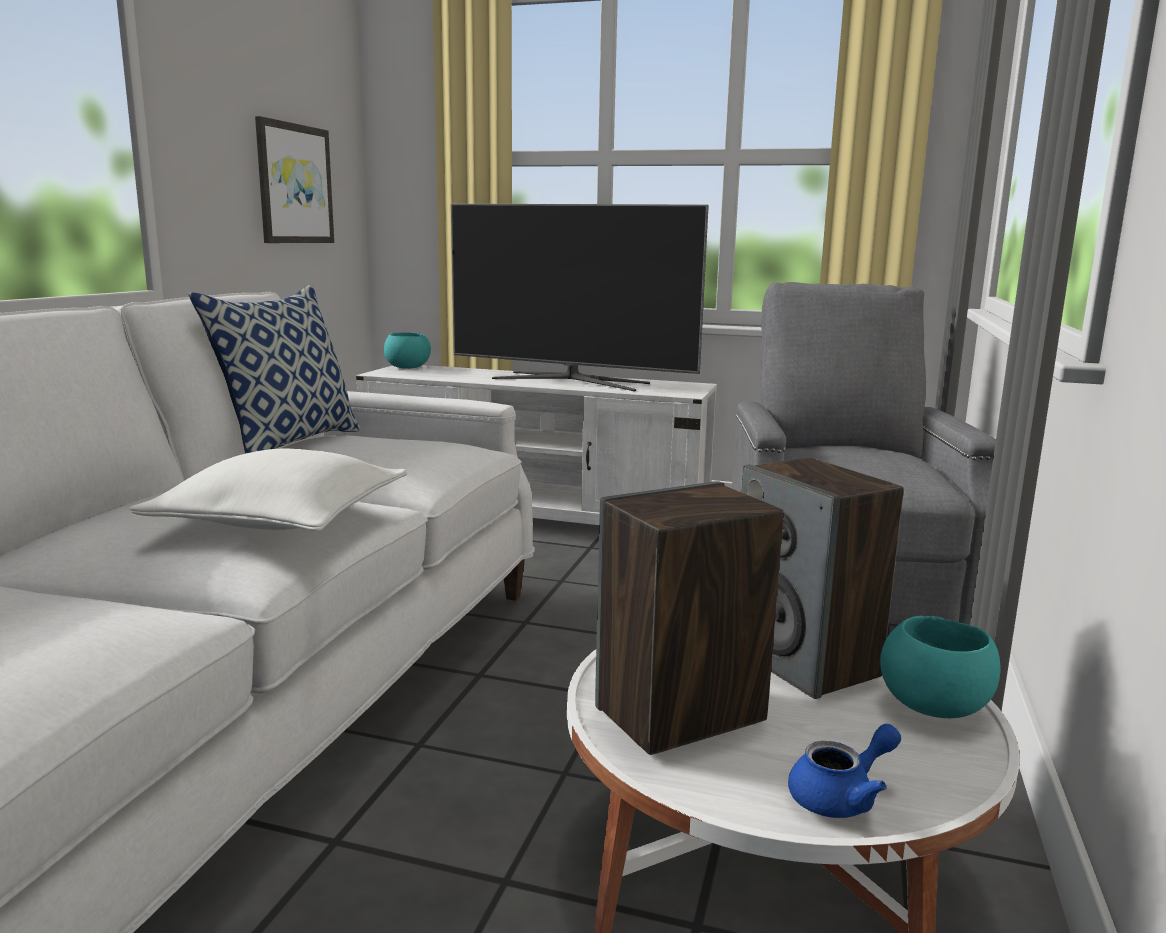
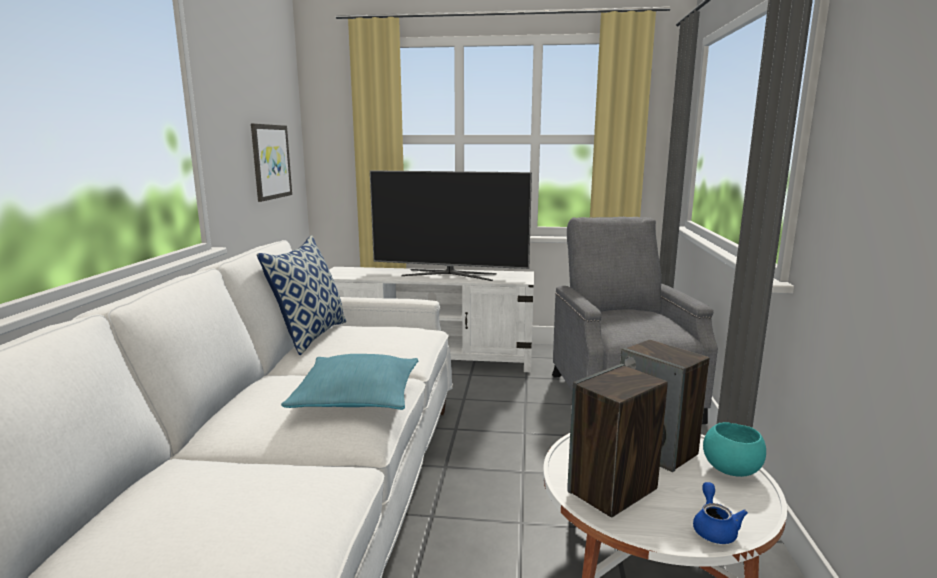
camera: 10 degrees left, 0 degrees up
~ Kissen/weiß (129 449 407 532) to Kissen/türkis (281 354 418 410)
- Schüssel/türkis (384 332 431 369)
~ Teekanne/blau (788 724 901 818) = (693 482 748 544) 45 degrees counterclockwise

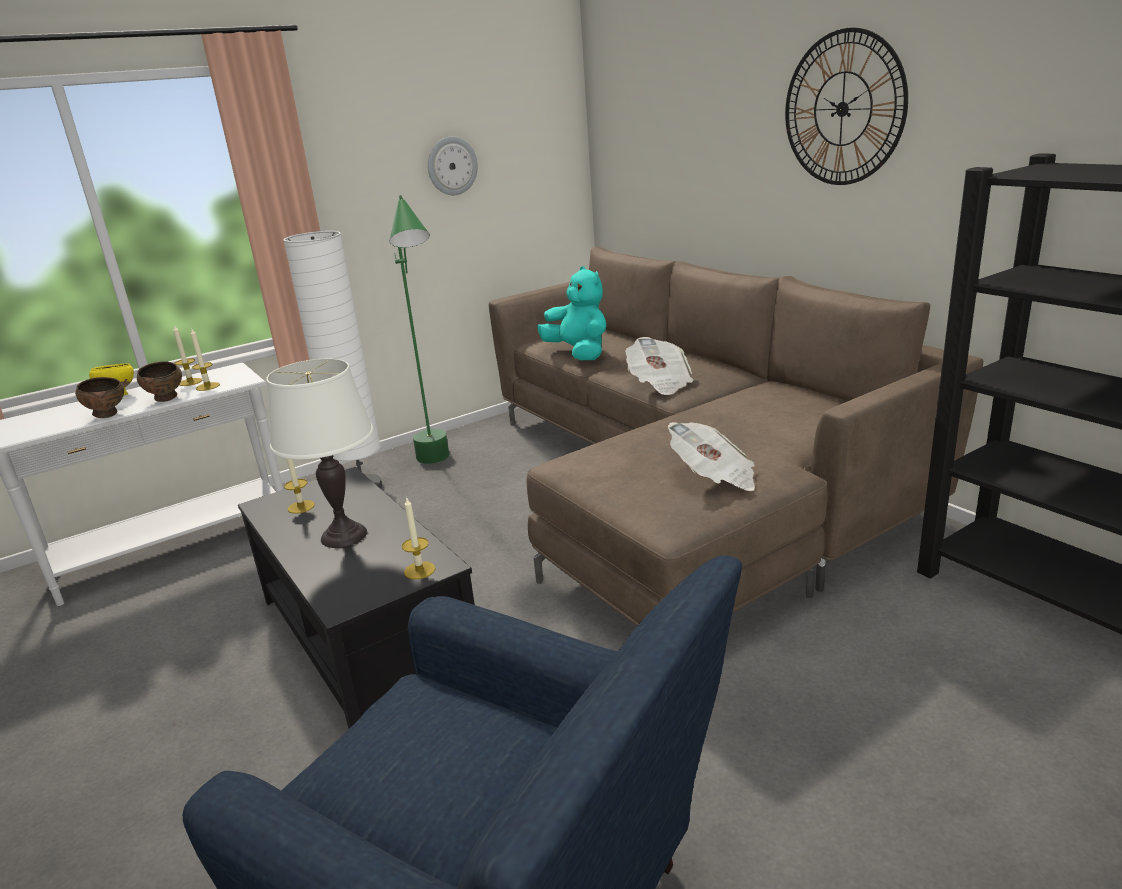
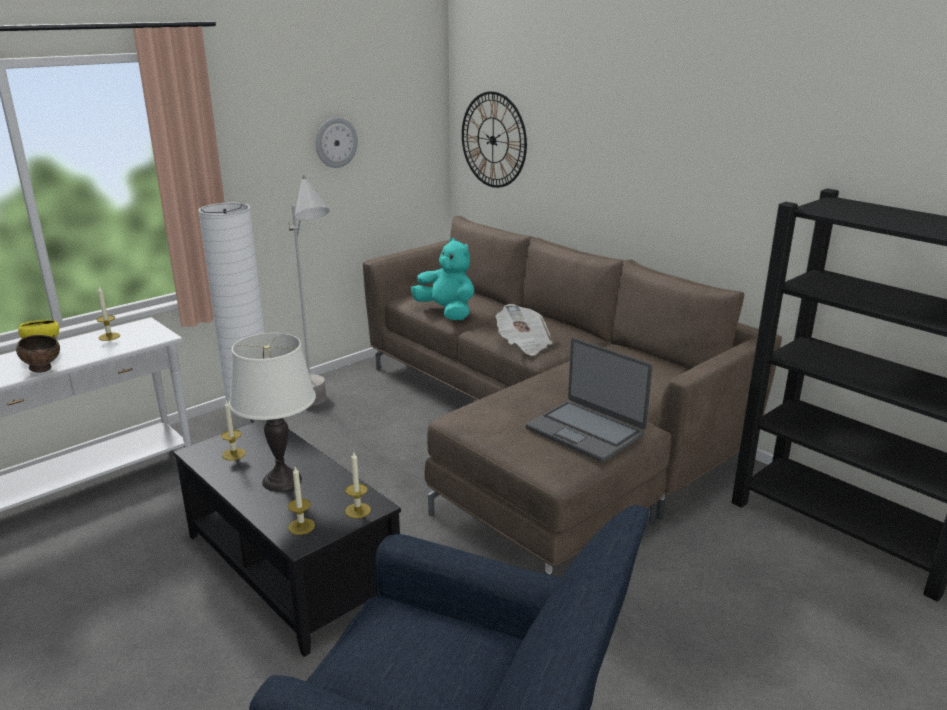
camera: 10 degrees left, 0 degrees up
- Schüssel/braun (137 361 182 402)
~ Kerze (191 327 220 391) to (288 467 315 535)
~ Stehlampe/grün (389 195 449 464) to Stehlampe/grau (288 175 330 406)
~ Zeitung (668 422 755 491) to Laptop (526 338 652 462)
~ Wanduhr (785 28 908 185) to (462 91 527 188)

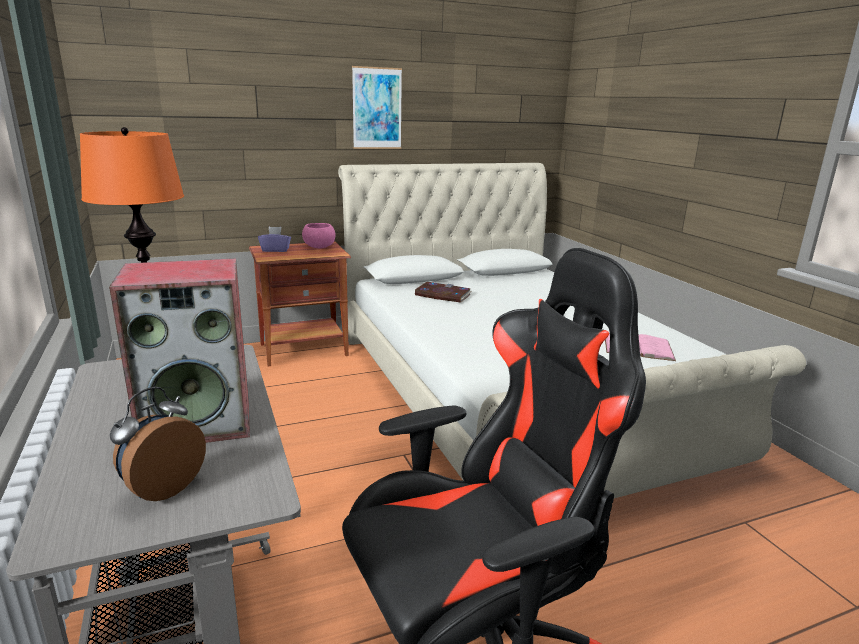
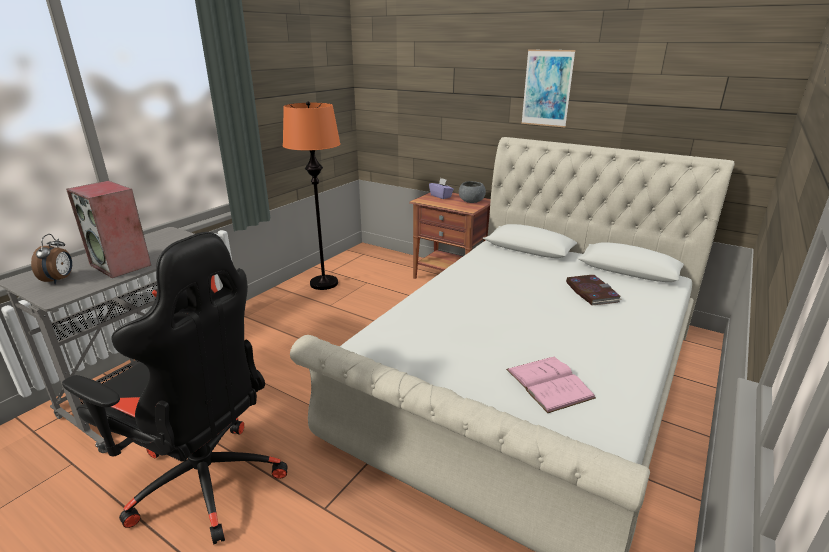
camera: 55 degrees right, 5 degrees up
~ Wecker (110 387 206 501) = (31 234 72 284) 90 degrees clockwise
~ Schüssel/rosa (302 223 335 248) to Schüssel/grau (459 181 486 203)
~ Buch (414 282 471 302) to (566 275 622 306)

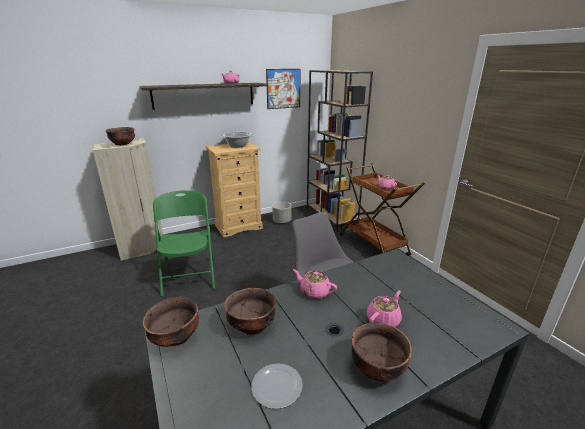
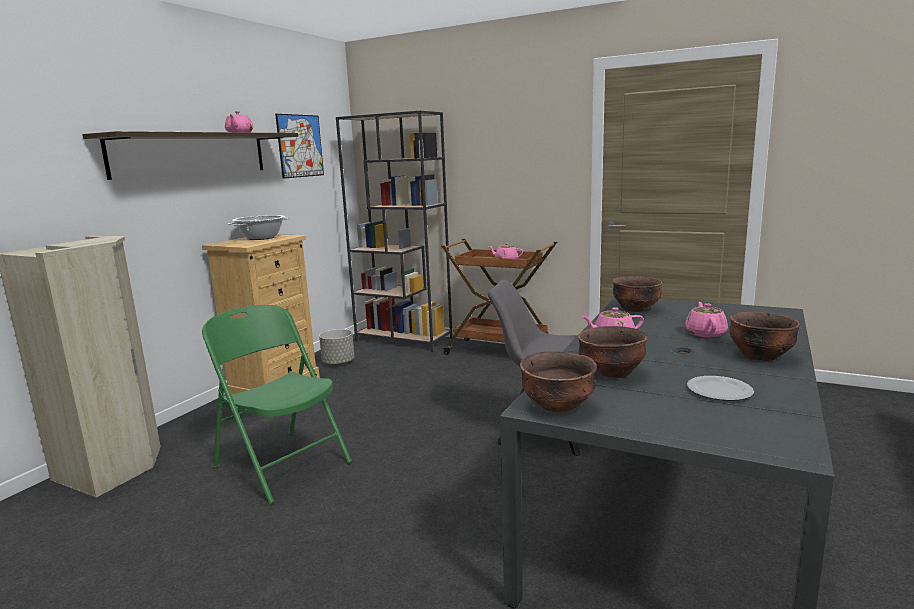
camera: 35 degrees left, 10 degrees down
~ Schüssel/braun (106 127 135 145) to (612 276 662 312)

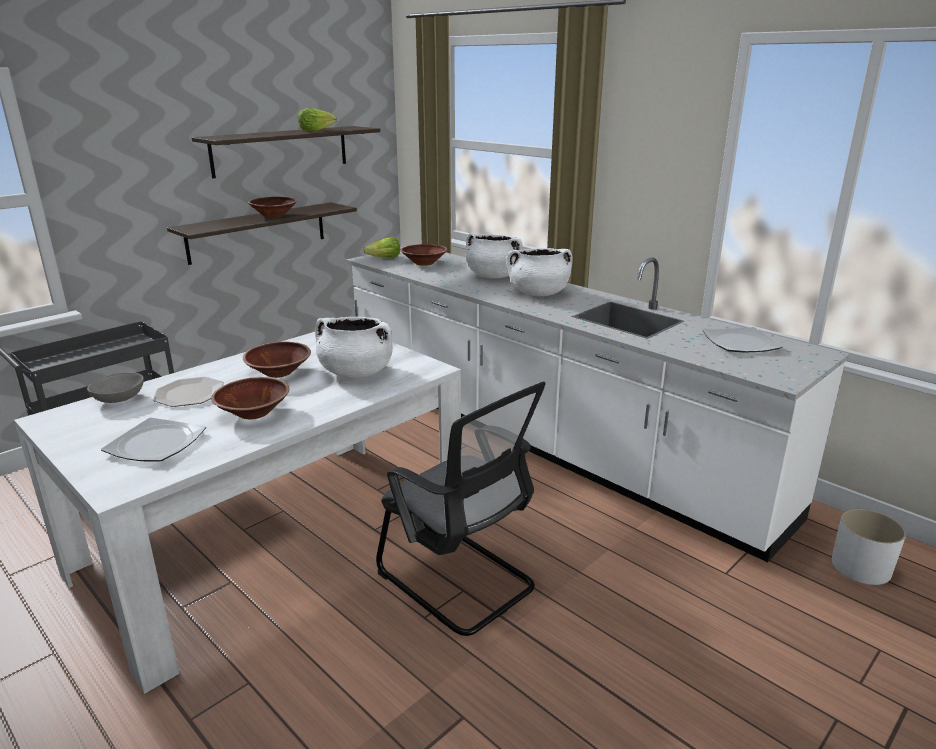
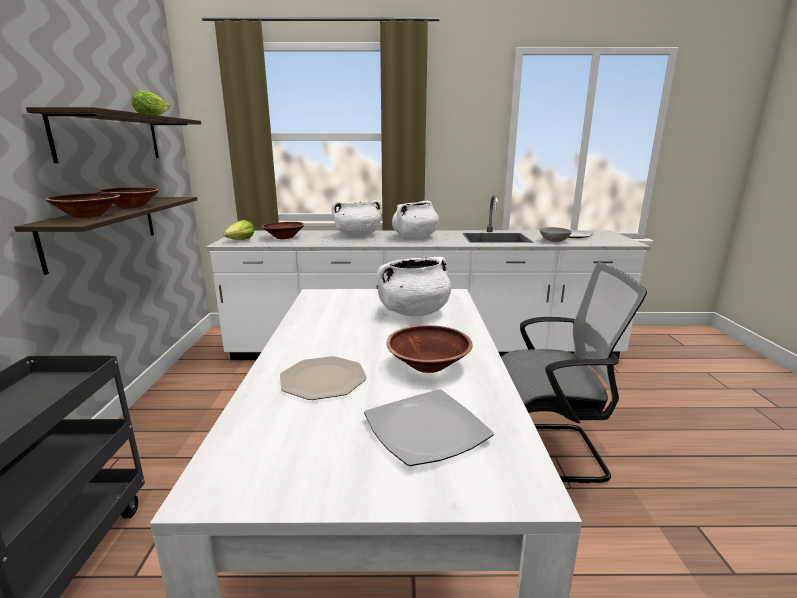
camera: 45 degrees left, 5 degrees down
~ Schüssel/grau (87 373 144 403) to (540 227 572 242)
~ Schüssel/braun (243 342 311 378) to (45 193 120 218)
- Pflanzkübel/weiß (832 509 906 585)

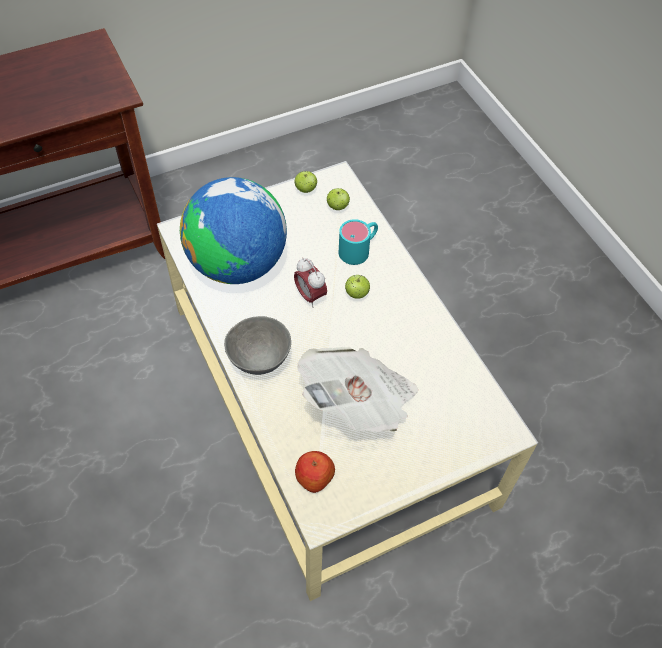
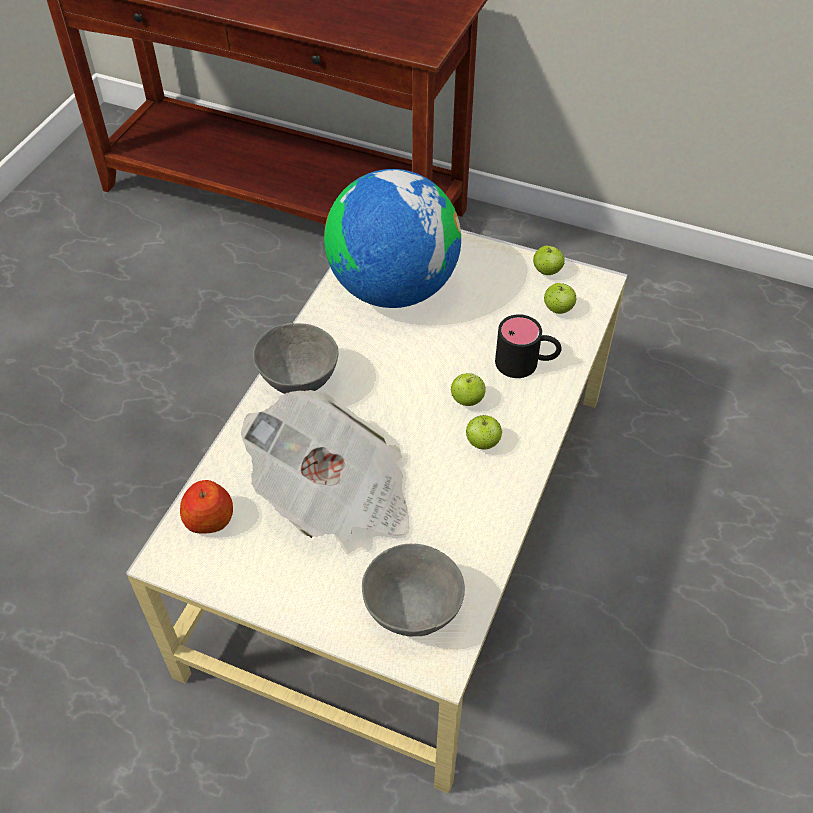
camera: 50 degrees right, 5 degrees down
- Wecker (294 258 327 308)
~ Henkelbecher/türkis (339 219 378 265) to Henkelbecher/schwarz (495 314 561 378)
+ Schüssel/grau (362 544 465 636)
+ Apfel (466 415 502 449)

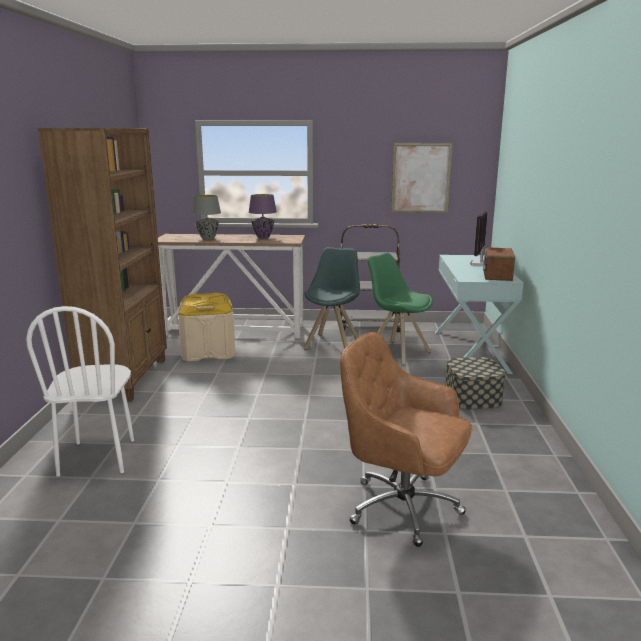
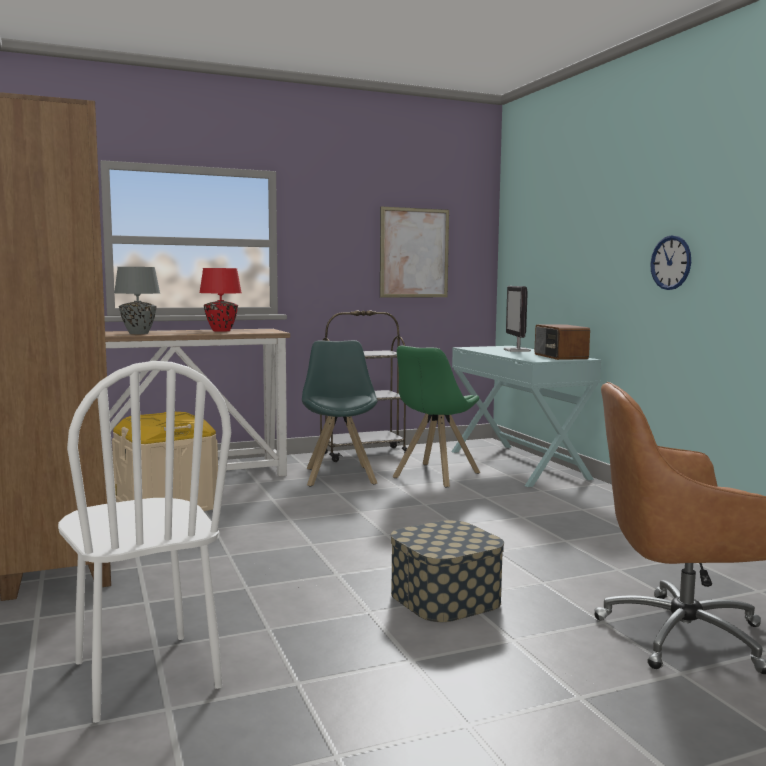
camera: 25 degrees left, 10 degrees down
~ Tischlampe/lila (249 194 277 239) to Tischlampe/rot (200 268 242 332)
~ Stuhl/grün (367 253 433 365) = (393 346 480 487) 75 degrees counterclockwise
~ Aufbewahrungsbox (445 357 506 409) to (391 520 504 622)
+ Wanduhr (650 235 691 290)

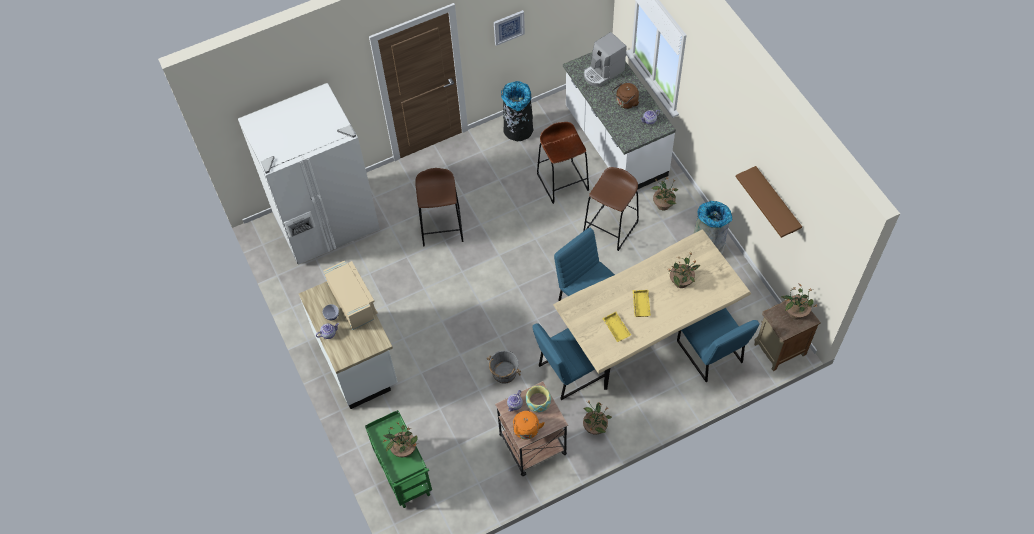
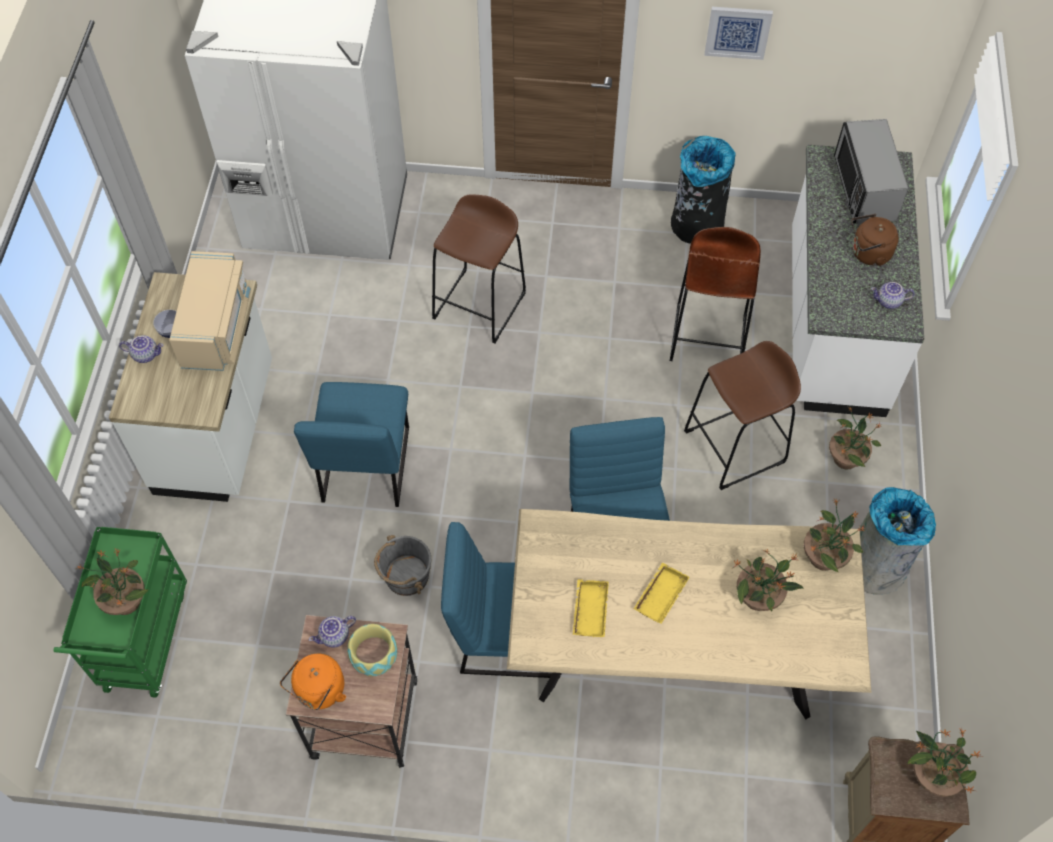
camera: 30 degrees right, 0 degrees up
~ Topfpflanze (583 401 612 435) to (804 498 865 572)
~ Kaffeemaschine (584 32 627 86) to Mikrowelle (834 119 908 224)
~ Stuhl/blau (677 308 760 382) to (294 382 409 507)
- Wandregal/braun (736 166 802 238)

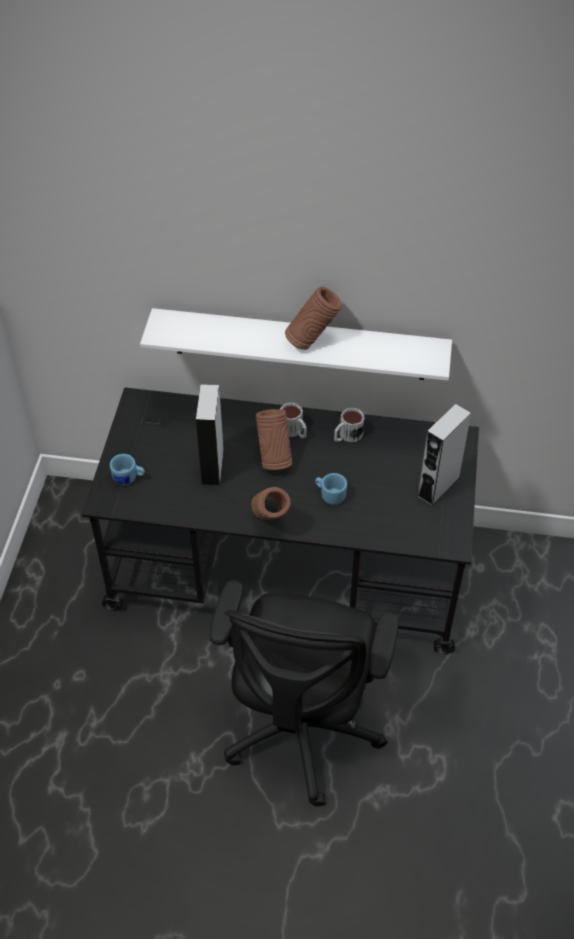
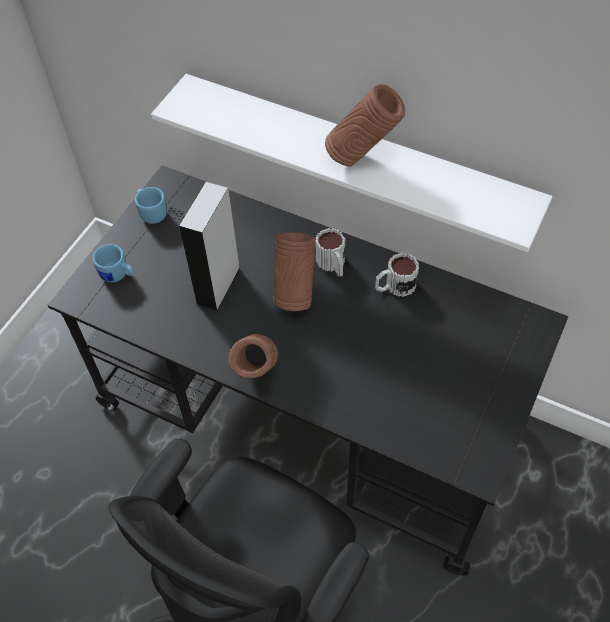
camera: 20 degrees right, 5 degrees up
~ Henkelbecher/blau (315 473 347 505) to (135 187 167 224)
- Lautsprecher/grau (417 404 471 506)

